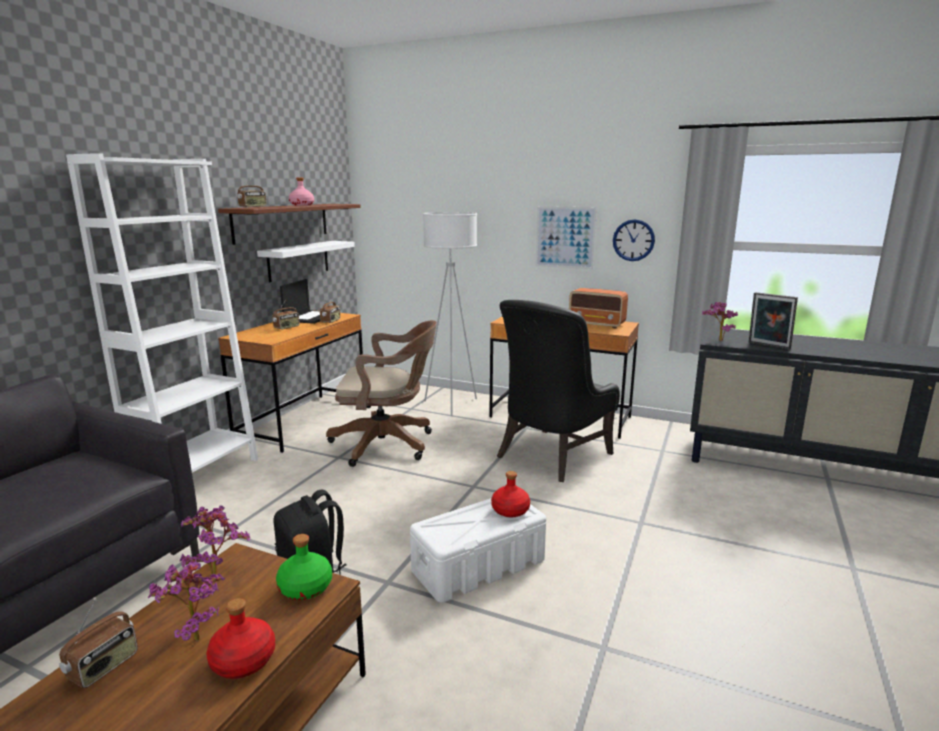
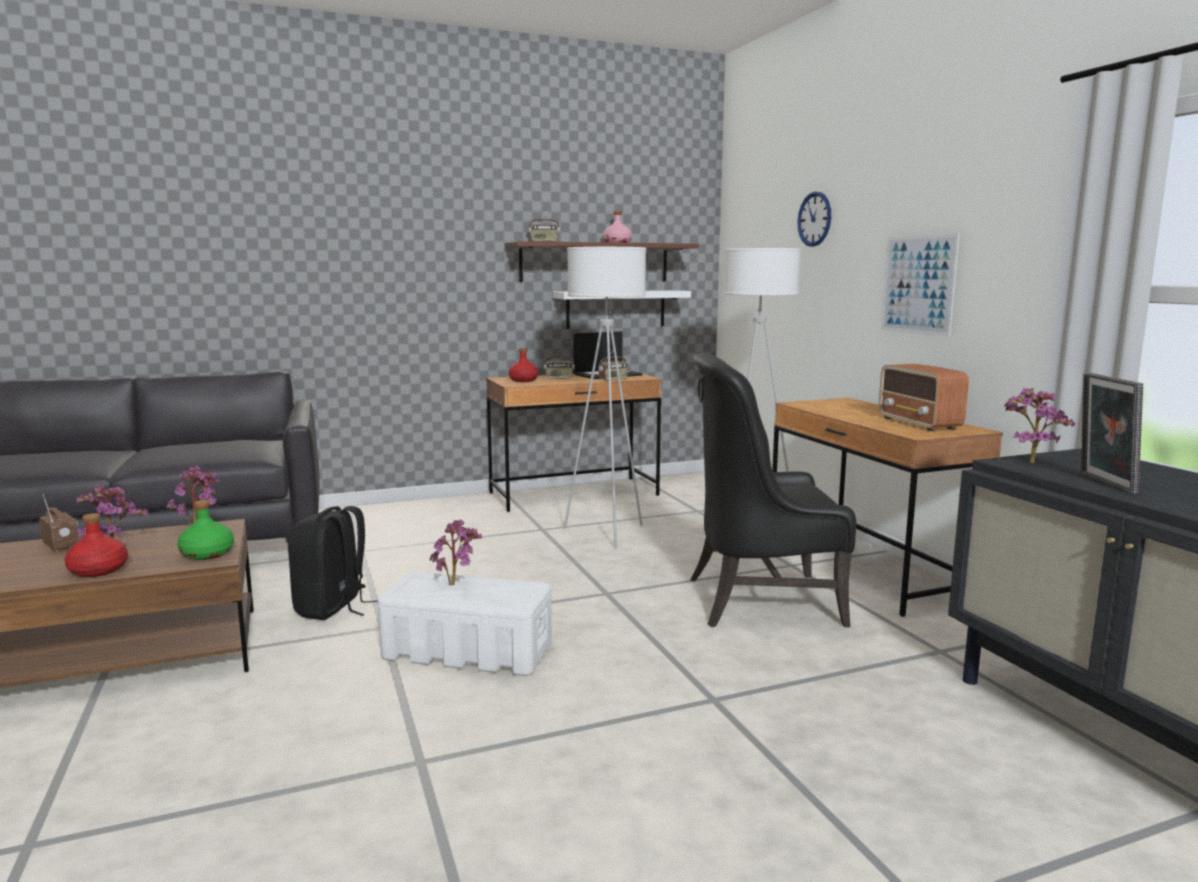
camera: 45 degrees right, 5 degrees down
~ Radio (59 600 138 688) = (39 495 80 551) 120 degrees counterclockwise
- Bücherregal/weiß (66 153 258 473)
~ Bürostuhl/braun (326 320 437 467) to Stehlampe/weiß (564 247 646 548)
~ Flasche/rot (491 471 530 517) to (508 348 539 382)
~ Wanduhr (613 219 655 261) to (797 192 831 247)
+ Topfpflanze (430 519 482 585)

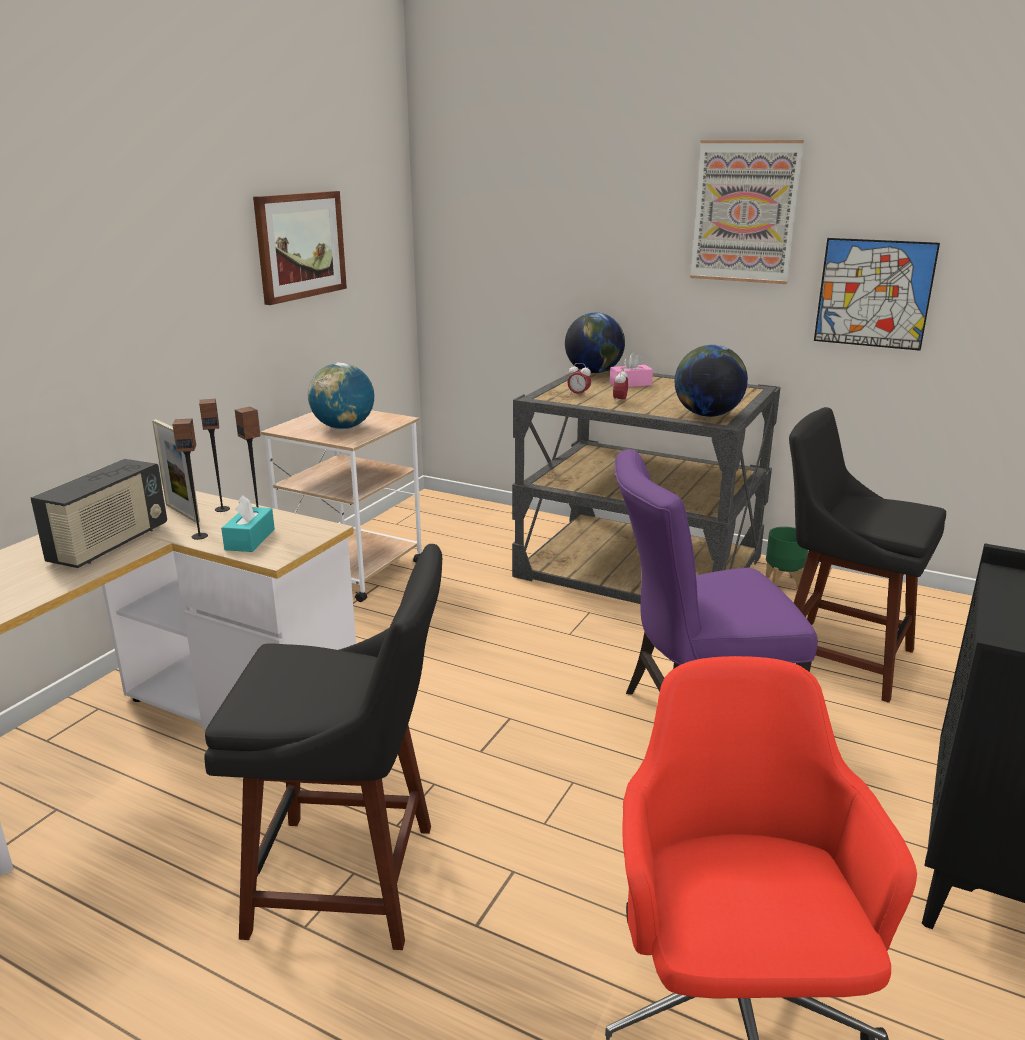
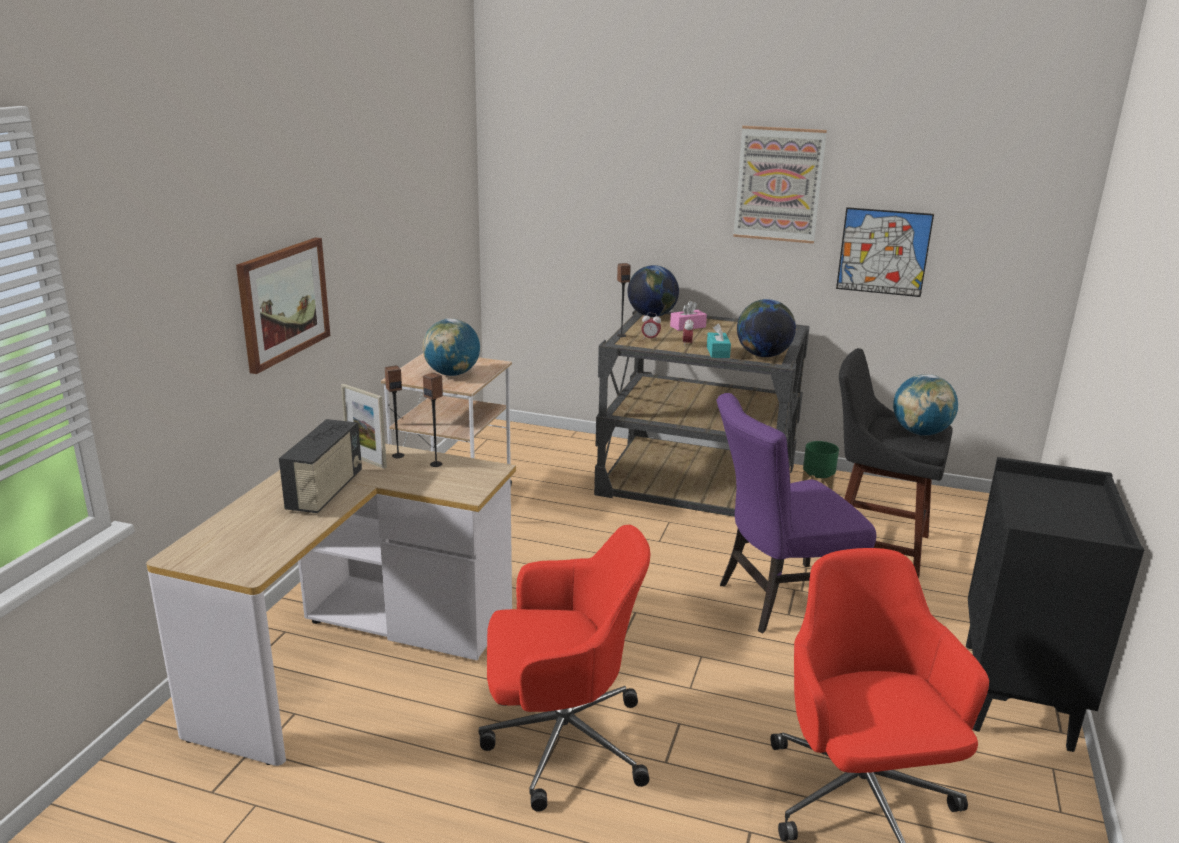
camera: 10 degrees left, 0 degrees up
~ Lautsprecher (172 419 208 540) to (617 263 631 337)
~ Hocker/schwarz (204 544 442 950) to Bürostuhl/rot (479 525 650 812)
~ Taschentuchbox/türkis (221 495 275 552) to (707 324 731 358)
~ Bild (253 191 347 305) to (236 238 330 374)
+ Globus (893 374 958 436)

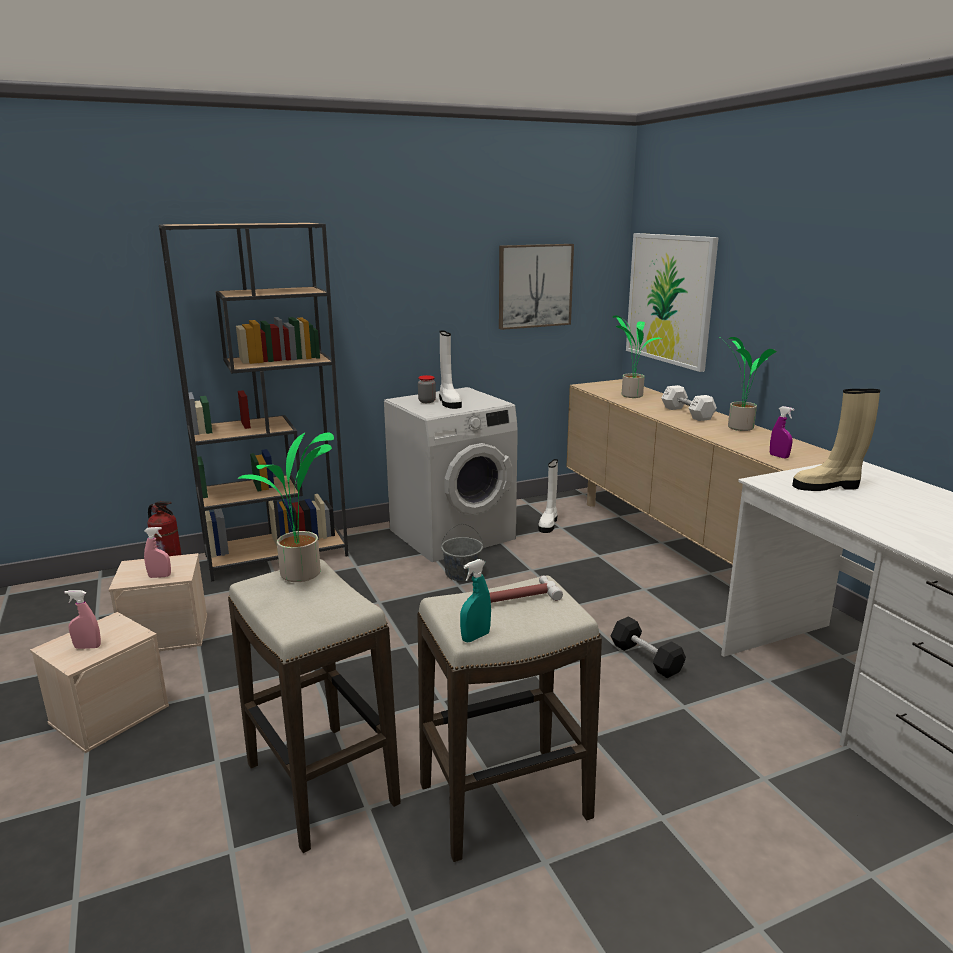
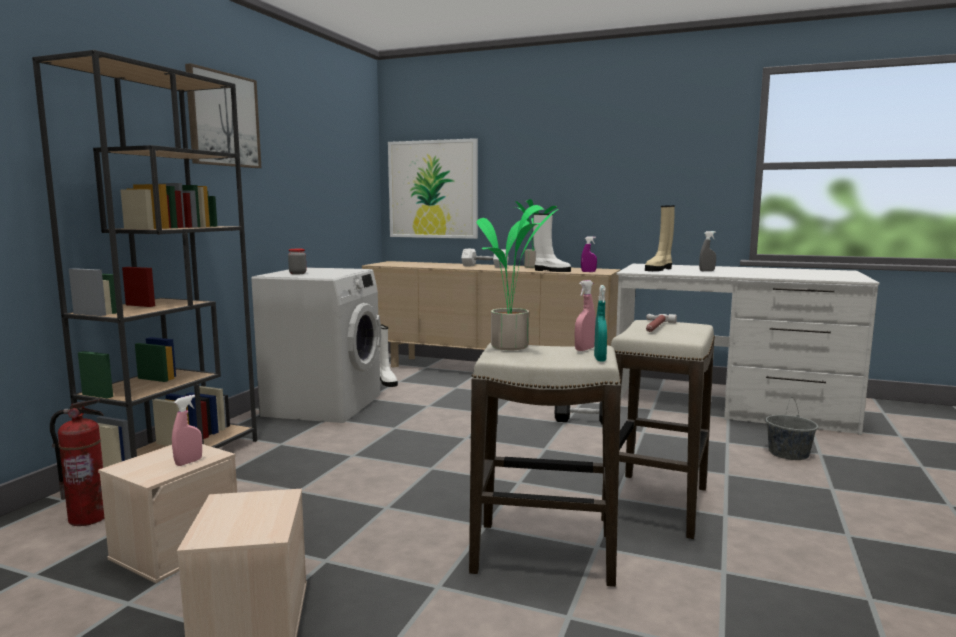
camera: 45 degrees left, 10 degrees down
~ Sprühflasche/rosa (64 590 101 649) to (575 280 596 351)
~ Stiefel/weiß (439 331 462 409) to (533 213 571 272)
~ Eimer/grau (441 524 483 581) to (765 397 819 460)
~ Sprühflasche/türkis (460 559 491 642) to (594 285 607 362)
~ Bild (499 244 574 330) to (185 63 261 168)
- Topfpflanze (612 315 662 398)
+ Sprühflasche/grau (699 231 716 271)

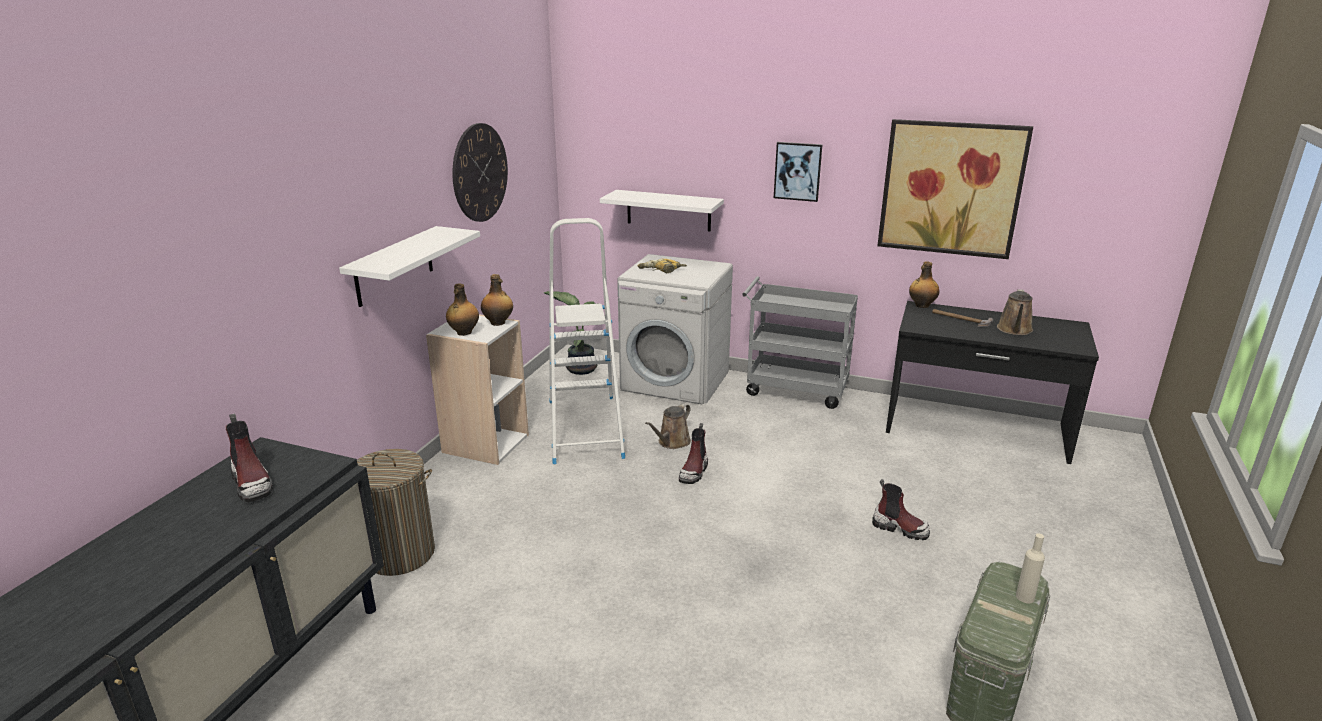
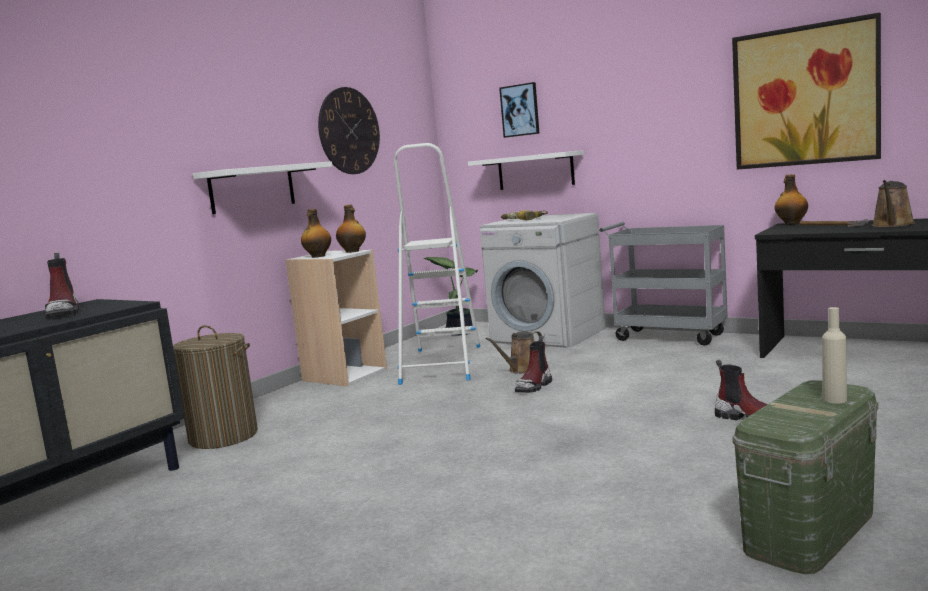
camera: 15 degrees right, 15 degrees down
~ Bild (774 142 823 202) to (499 82 540 138)

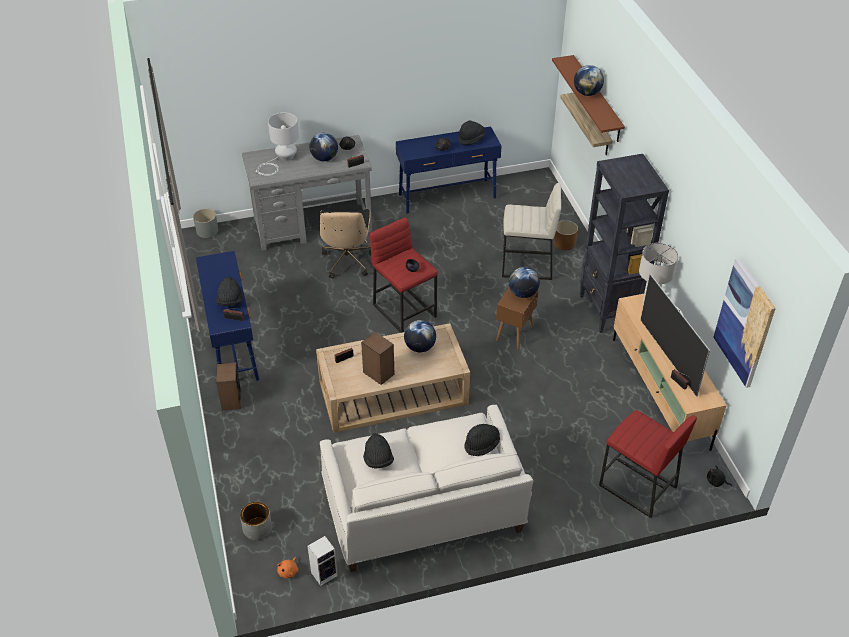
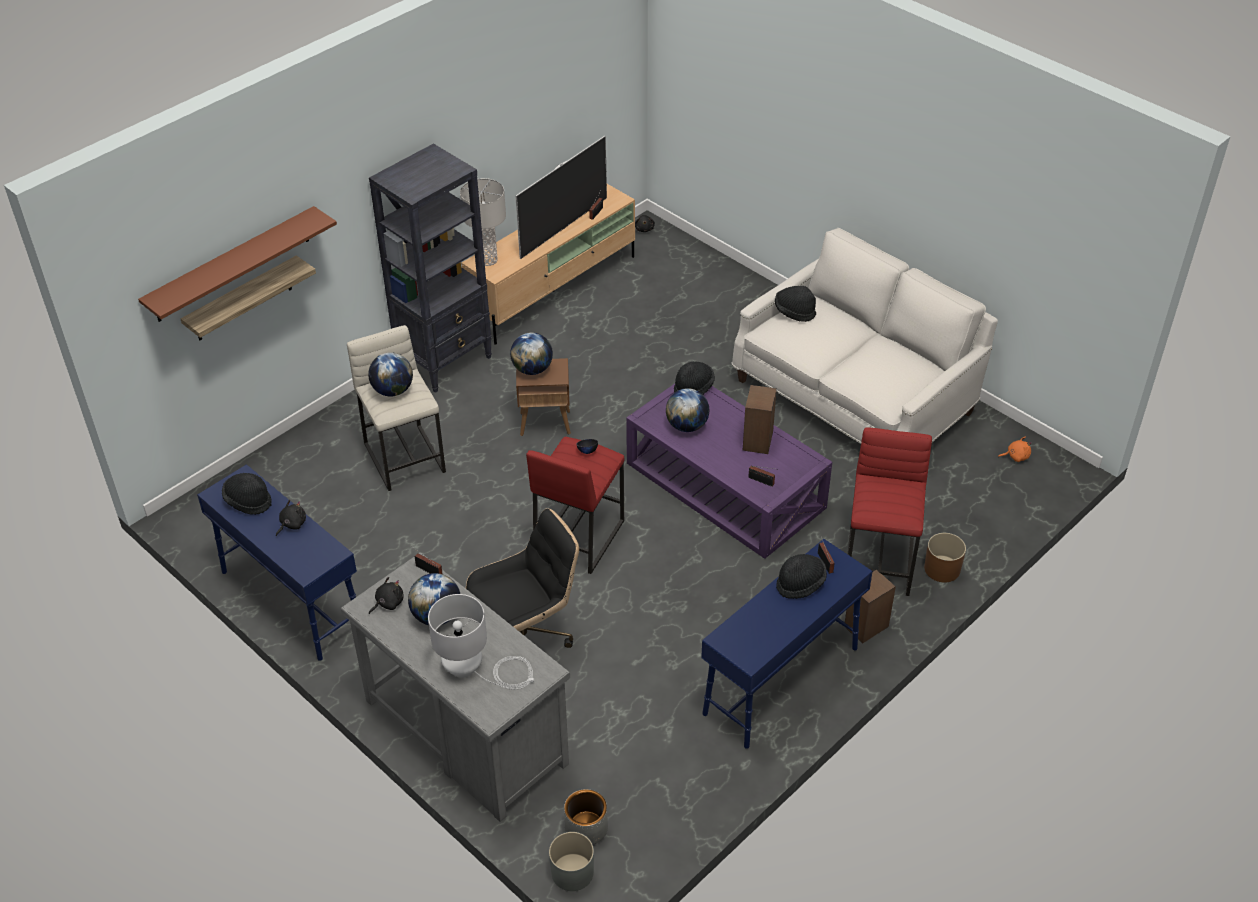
camera: 120 degrees left, 0 degrees up
~ Pflanzkübel/grau (240 502 272 540) to (564 789 608 845)
- Lautsprecher (308 536 338 586)
~ Couchtisch/beige (316 323 470 433) to Couchtisch/lila (626 384 832 559)
~ Hut/schwarz (363 433 394 468) to (674 361 715 395)
~ Pflanzkübel/braun (554 220 578 250) to (924 533 966 582)
~ Globus (574 65 604 96) to (368 352 413 397)
~ Hocker/rot (599 410 697 518) to (847 427 932 596)
- Bild (713 258 776 388)

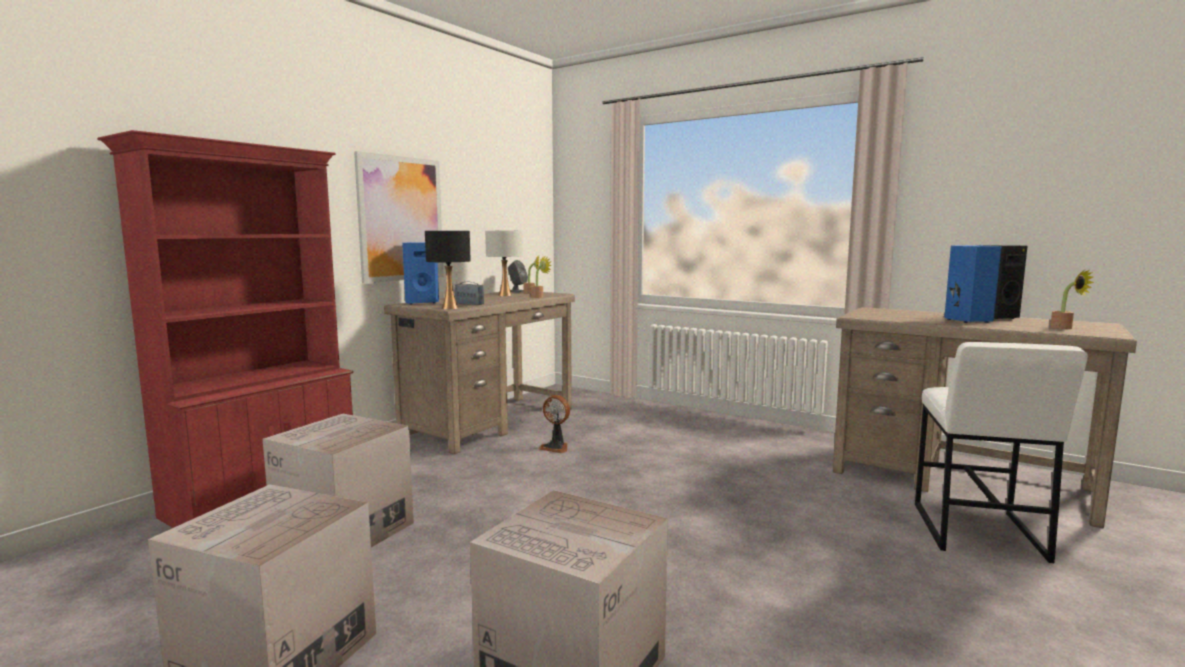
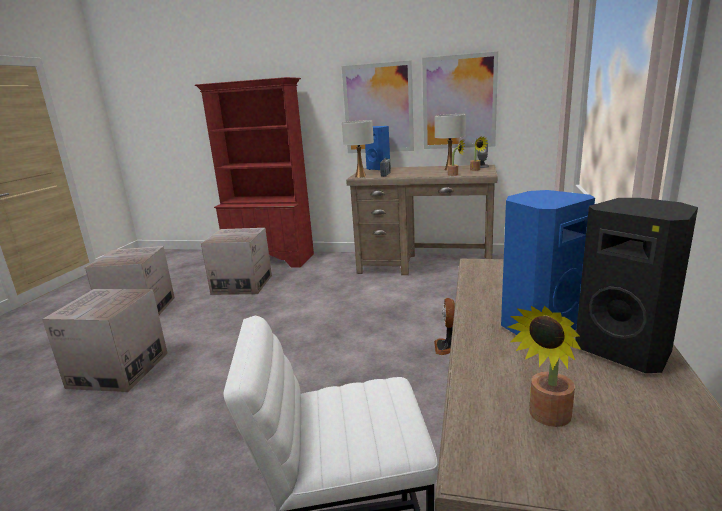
camera: 70 degrees right, 10 degrees up
~ Tischlampe/schwarz (425 231 471 309) to Tischlampe/weiß (342 120 374 178)
~ Ventilator (539 395 570 453) to (434 298 455 355)
+ Bild (422 52 498 149)

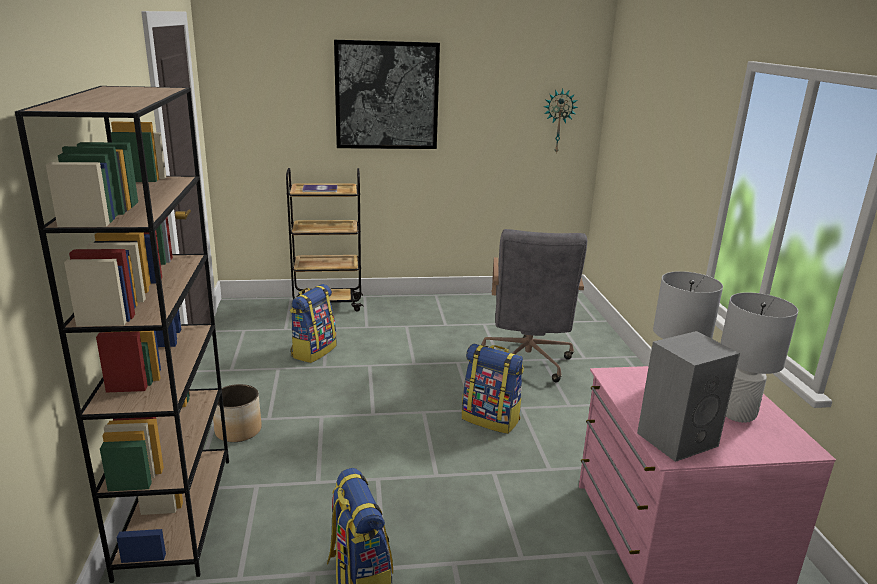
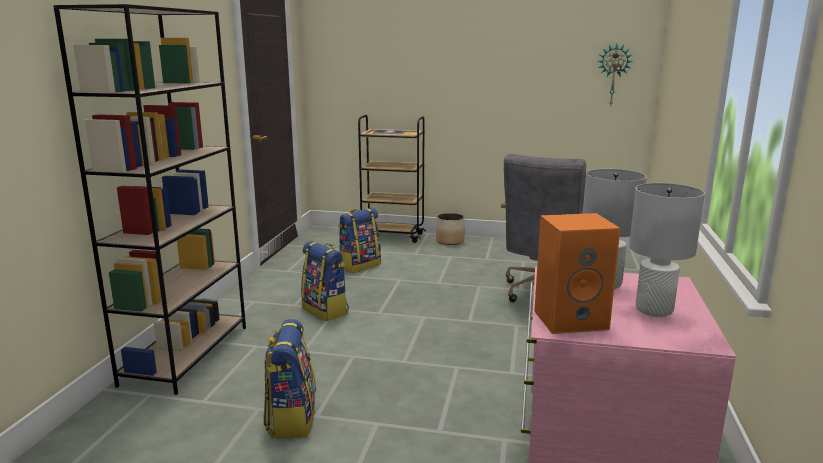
camera: 20 degrees right, 5 degrees down
~ Pflanzkübel (213 384 262 442) to (436 213 465 245)
- Bild (334 40 440 149)
~ Rucksack (462 344 524 434) to (301 241 349 321)
~ Lautsprecher/grau (637 331 740 462) to Lautsprecher/orange (534 213 620 334)

